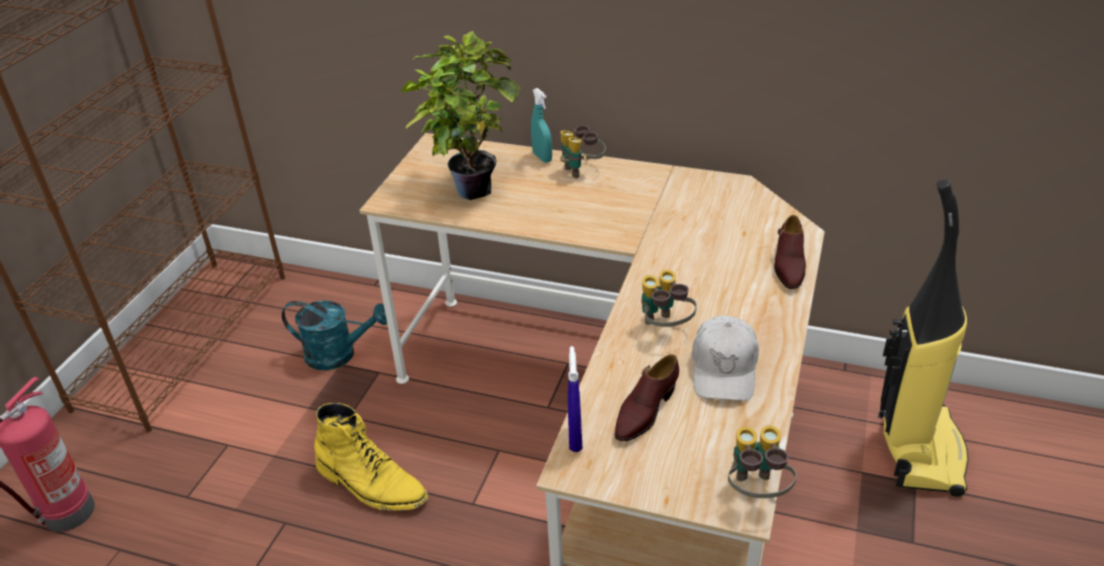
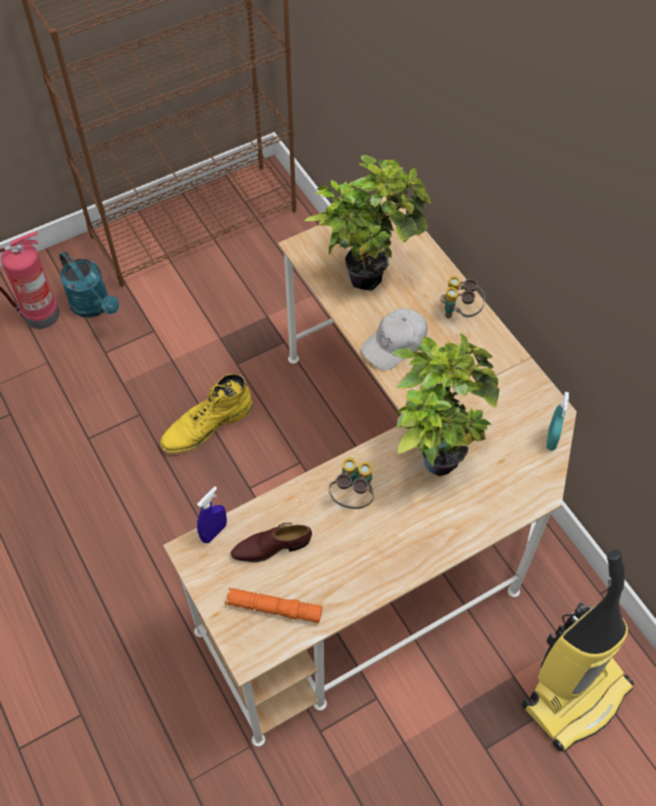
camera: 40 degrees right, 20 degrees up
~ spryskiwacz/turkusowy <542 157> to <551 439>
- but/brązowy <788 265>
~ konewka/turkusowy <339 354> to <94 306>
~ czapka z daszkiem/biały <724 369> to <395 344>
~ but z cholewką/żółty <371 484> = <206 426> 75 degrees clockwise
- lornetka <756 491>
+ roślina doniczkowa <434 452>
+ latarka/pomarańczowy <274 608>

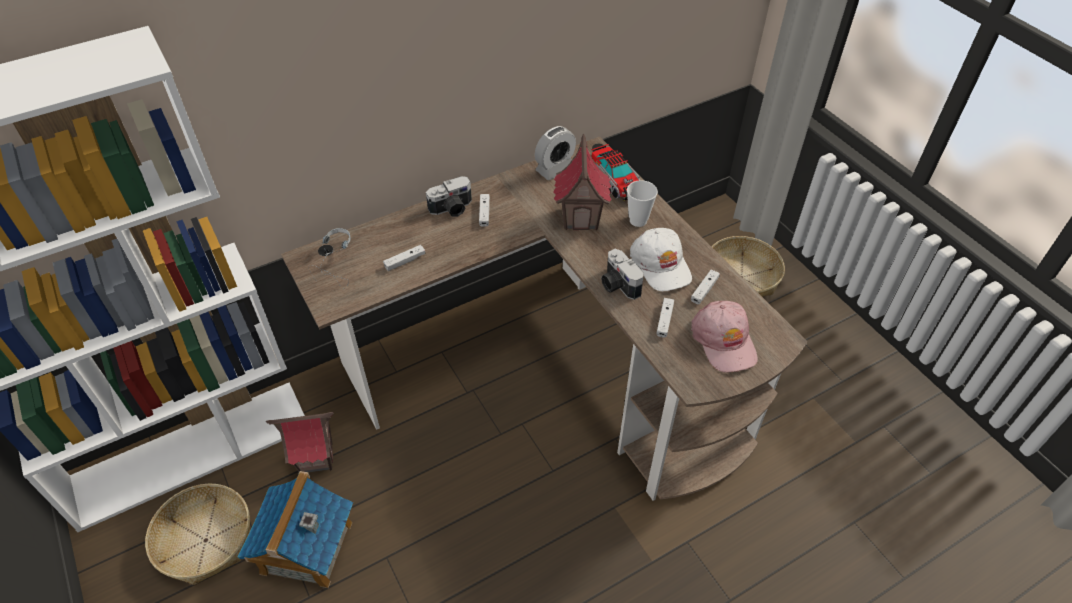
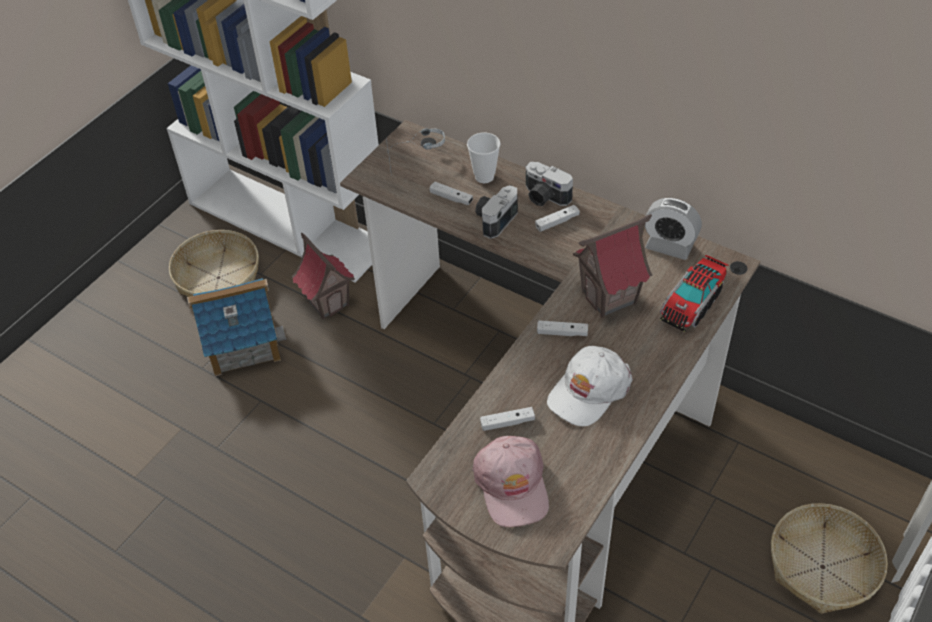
camera: 65 degrees right, 0 degrees up
~ filiżanka <638 220> to <484 177>
~ aparat fotograficzny <617 285> to <494 219>
~ pad do gier/biały <704 290> to <562 333>
~ czapka z daszkiem/różowy <724 341> = <512 485> 60 degrees counterclockwise

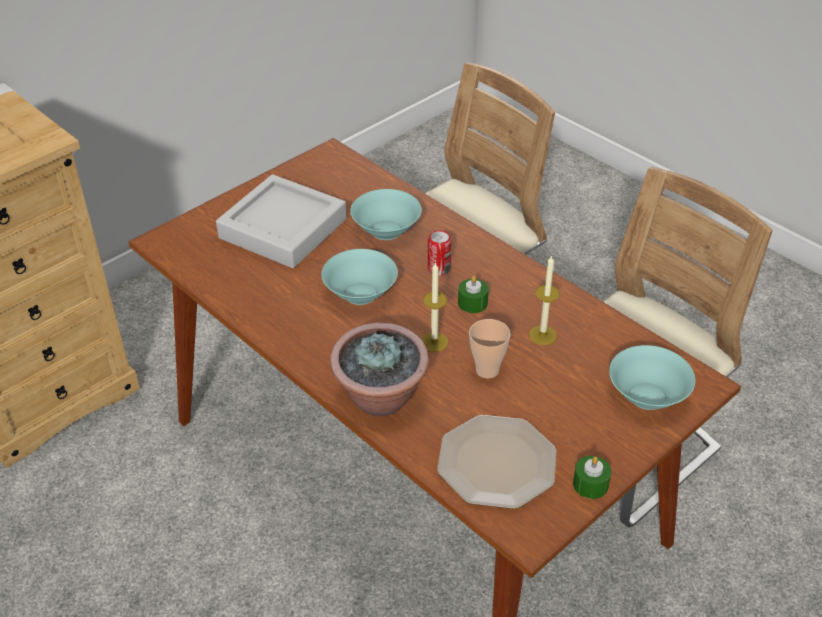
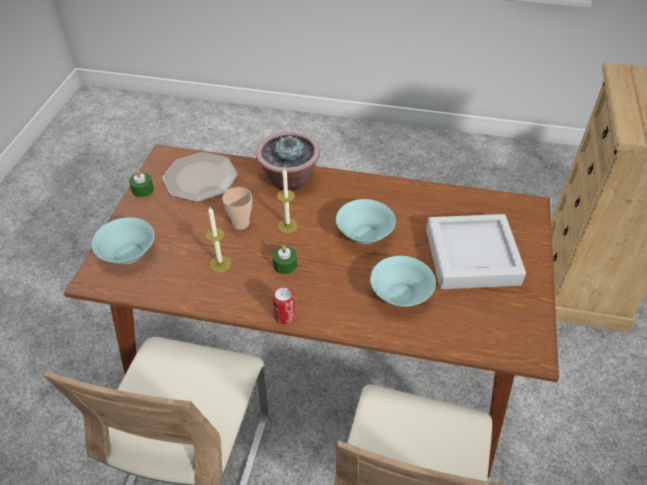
camera: 145 degrees right, 5 degrees up
~ puszka <439 269> to <284 316>

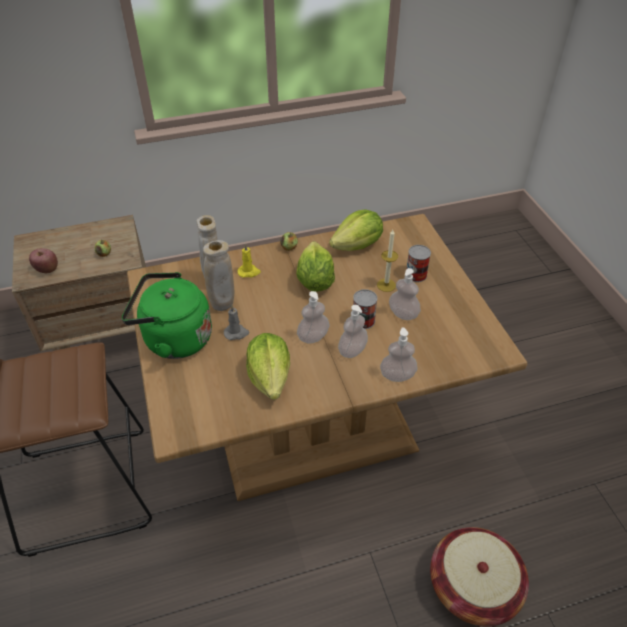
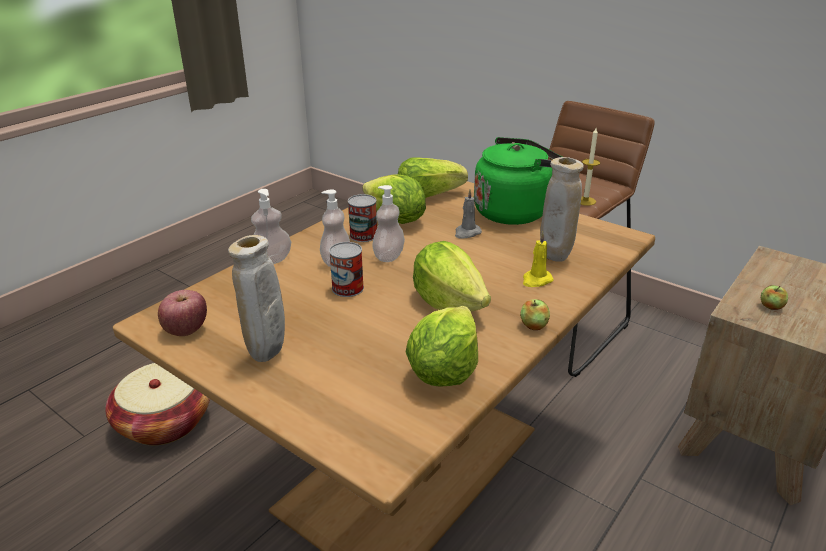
camera: 145 degrees right, 15 degrees down
~ świeca <386 285> to <585 201>
~ wazon/beżowy <223 306> to <267 355>
~ puszka <416 274> to <363 235>
~ jabłko <47 269> to <186 330>
- dozownik mydła <403 314>
+ sałata <428 196>

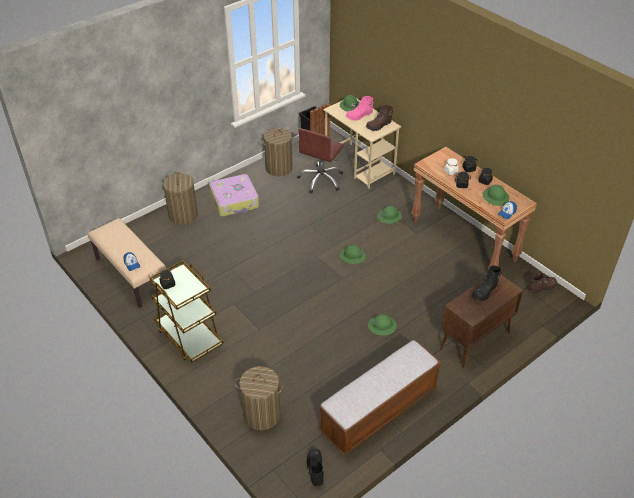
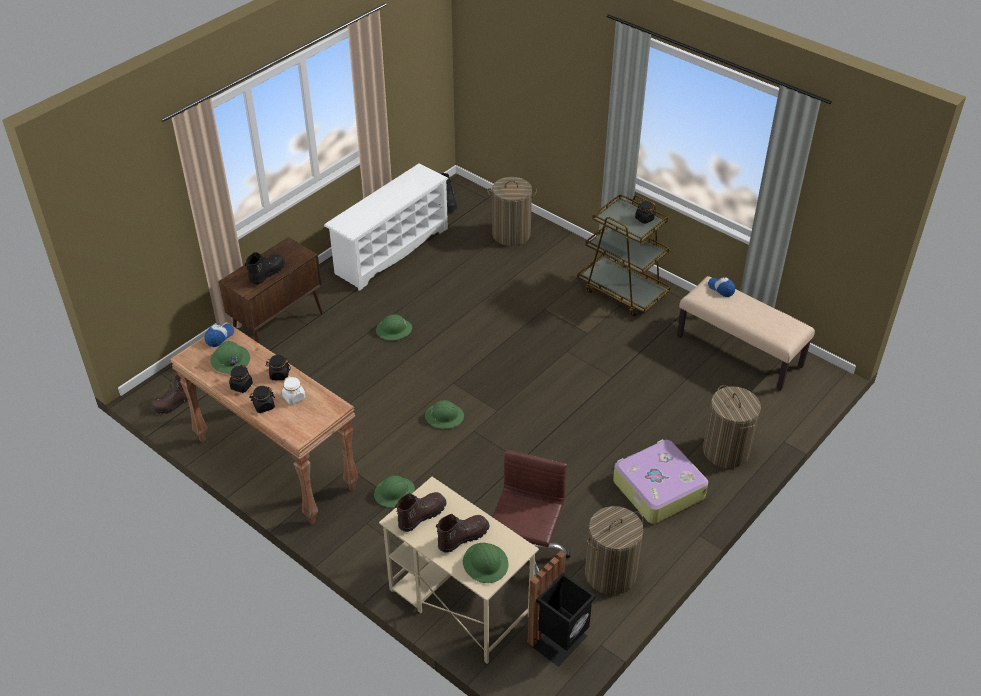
camera: 170 degrees right, 0 degrees up
~ but z cholewką/różowy <359 116> to but z cholewką/brązowy <462 537>
~ ławka <379 410> to regał na buty/biały <391 250>

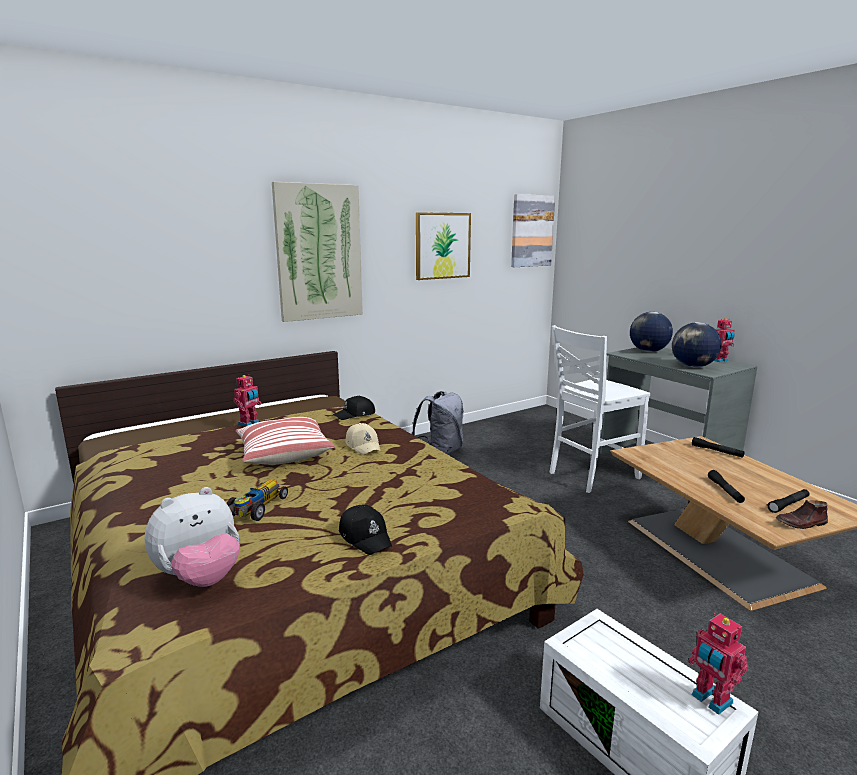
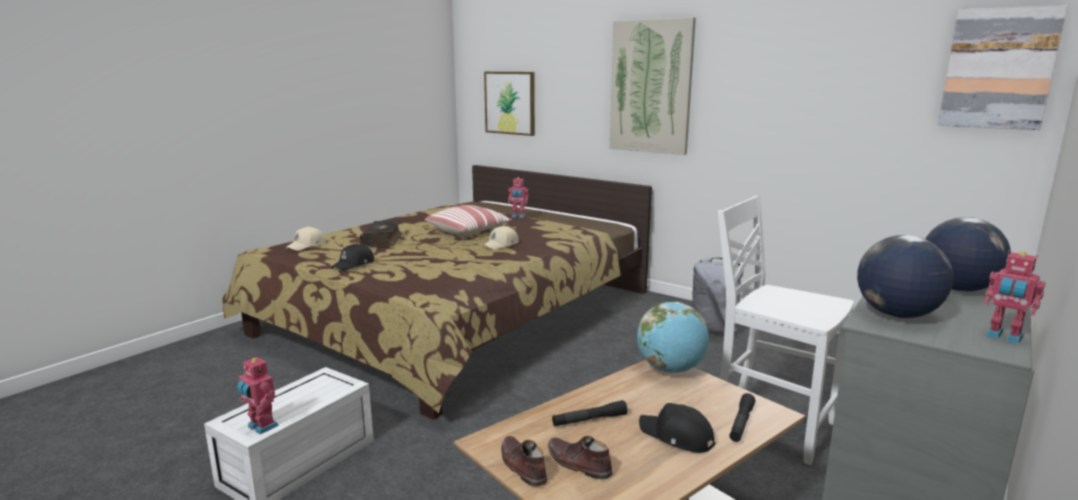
camera: 70 degrees right, 0 degrees up
~ obraz <442 246> to <510 103>
~ czapka z daszkiem/czarny <355 415> to <676 436>
~ samochodzik <257 508> to książka <383 240>
~ pluszak <200 578> to czapka z daszkiem/beżowy <306 245>
~ latarka/czarny <788 504> to but/brązowy <578 464>
~ robot zabawkowy <710 700> = <261 427> 90 degrees counterclockwise
+ globus <670 369>

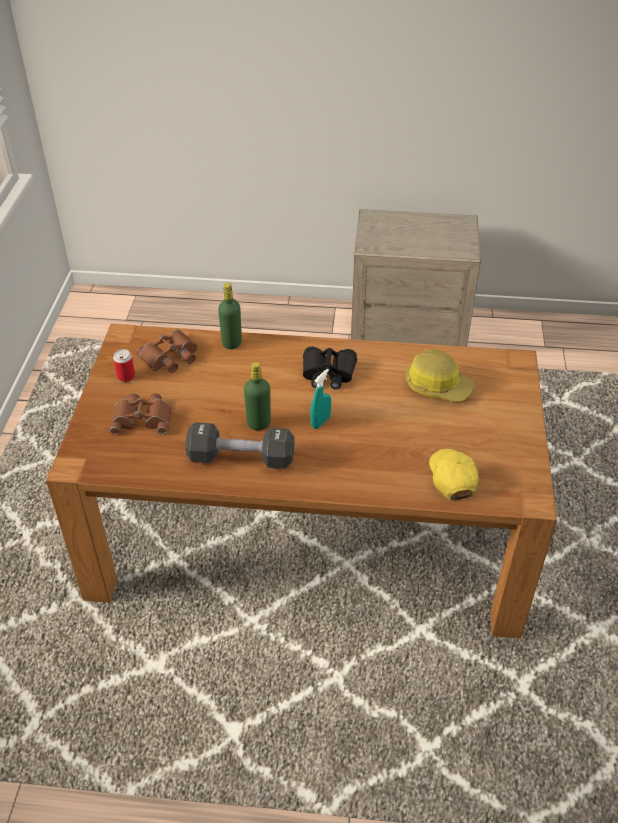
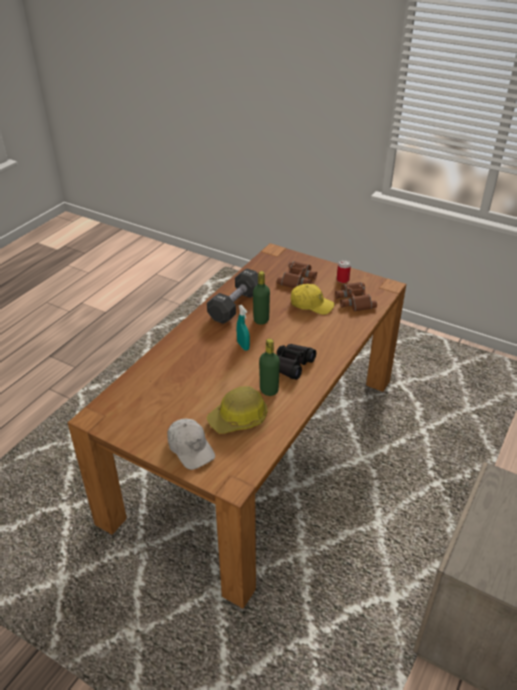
camera: 115 degrees right, 5 degrees down
~ butelka/zielony <232 343> to <269 390>
~ czapka z daszkiem/żółty <452 477> to <311 304>
+ czapka z daszkiem/biały <190 448>

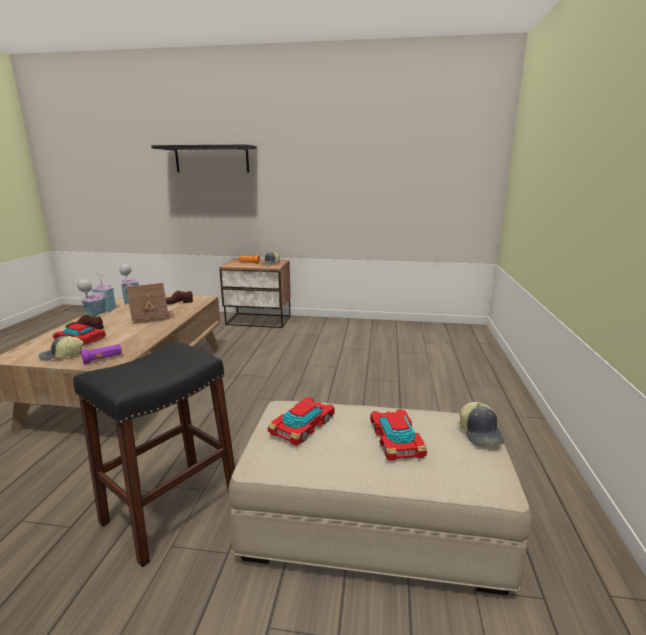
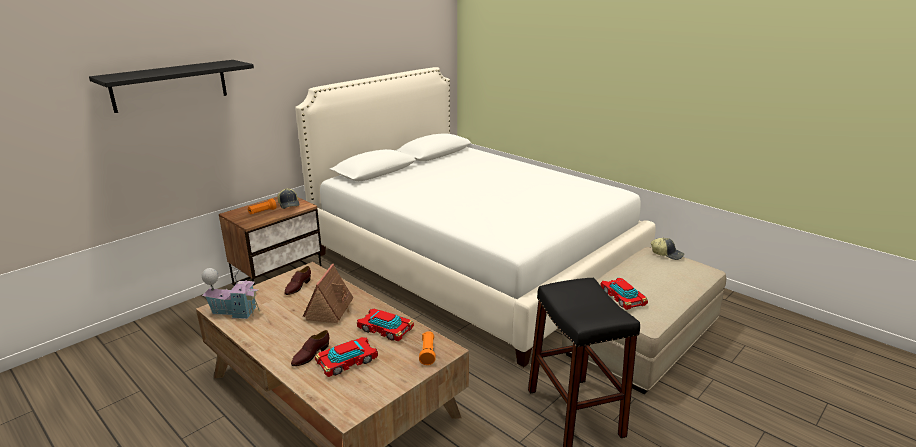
camera: 55 degrees left, 5 degrees up
- domek <100 312>
- czapka z daszkiem <62 356>
~ latarka/fioletowy <103 359> to latarka/pomarańczowy <428 353>
~ samochodzik <396 439> to <385 329>
+ łóżko/biały <473 263>

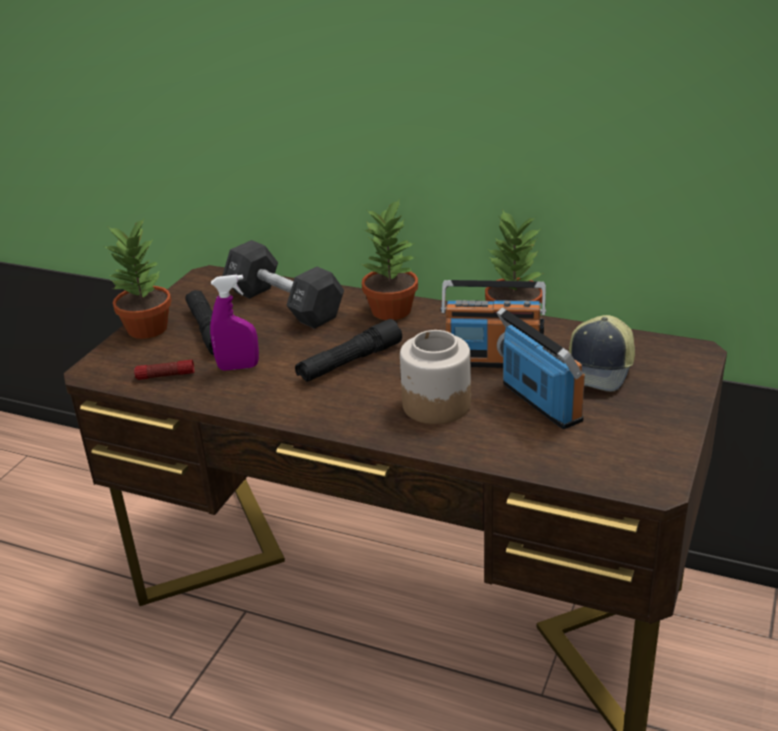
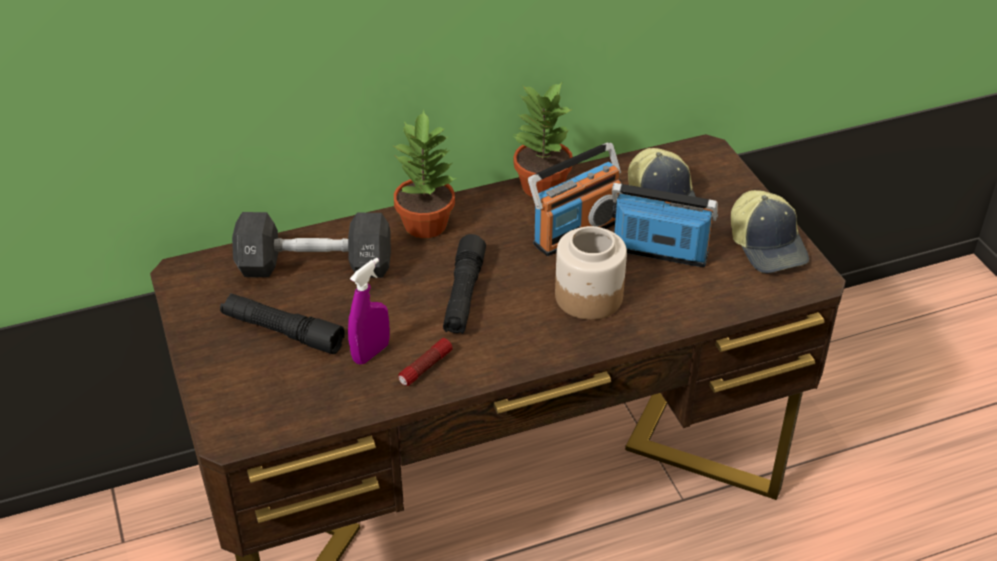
camera: 45 degrees left, 10 degrees up
- roślina doniczkowa <148 329>
~ latarka <165 376> to <425 368>
+ czapka z daszkiem <768 245>

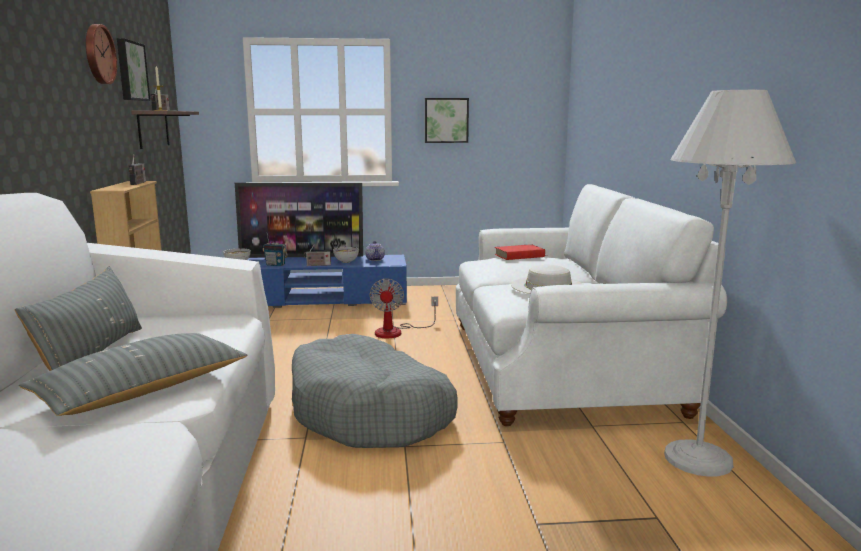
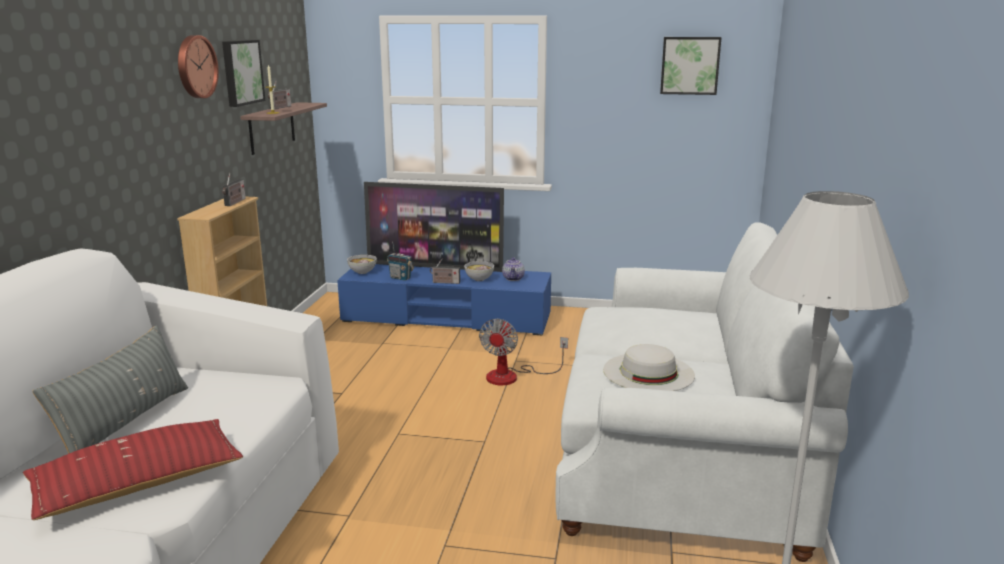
camera: 15 degrees right, 5 degrees up
~ obraz <446 120> to <690 65>
- książka/czerwony <519 256>
~ poduszka/szary <142 390> to poduszka/czerwony <138 483>
- legowisko/szary <370 412>

